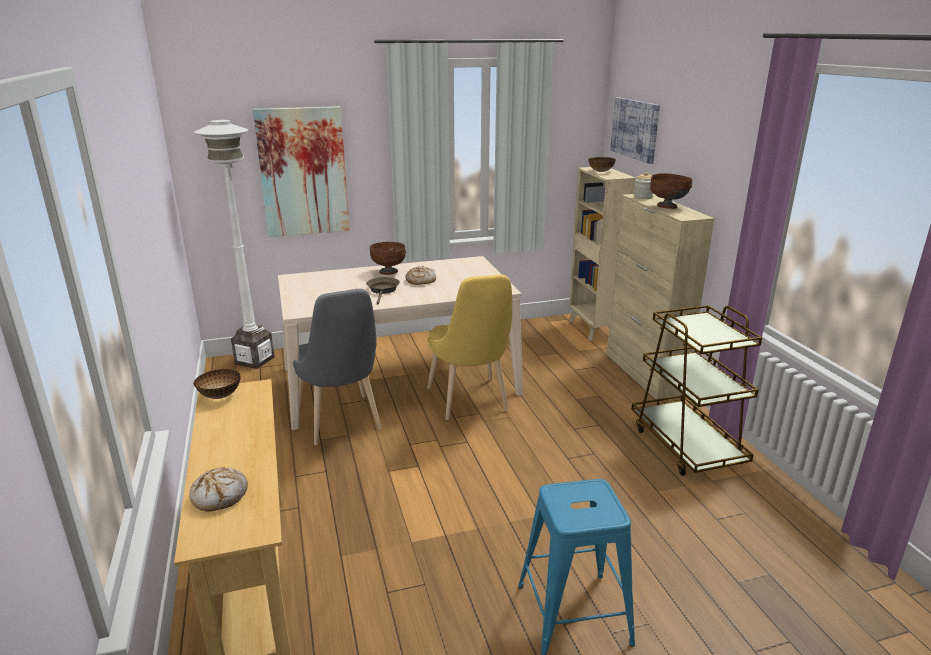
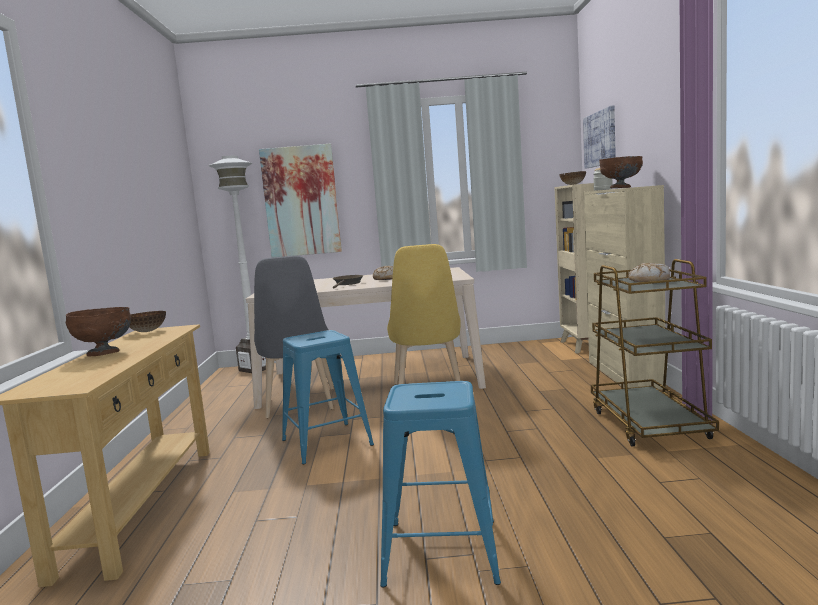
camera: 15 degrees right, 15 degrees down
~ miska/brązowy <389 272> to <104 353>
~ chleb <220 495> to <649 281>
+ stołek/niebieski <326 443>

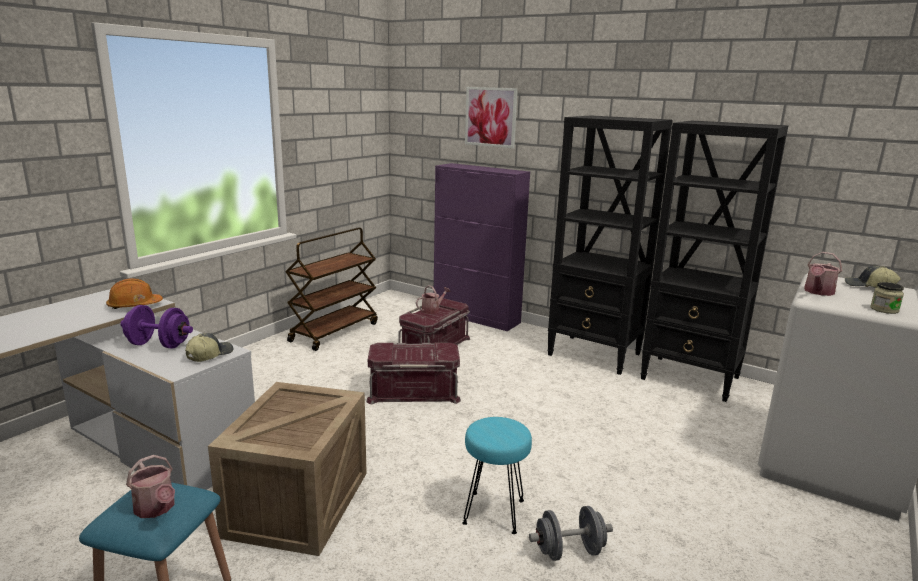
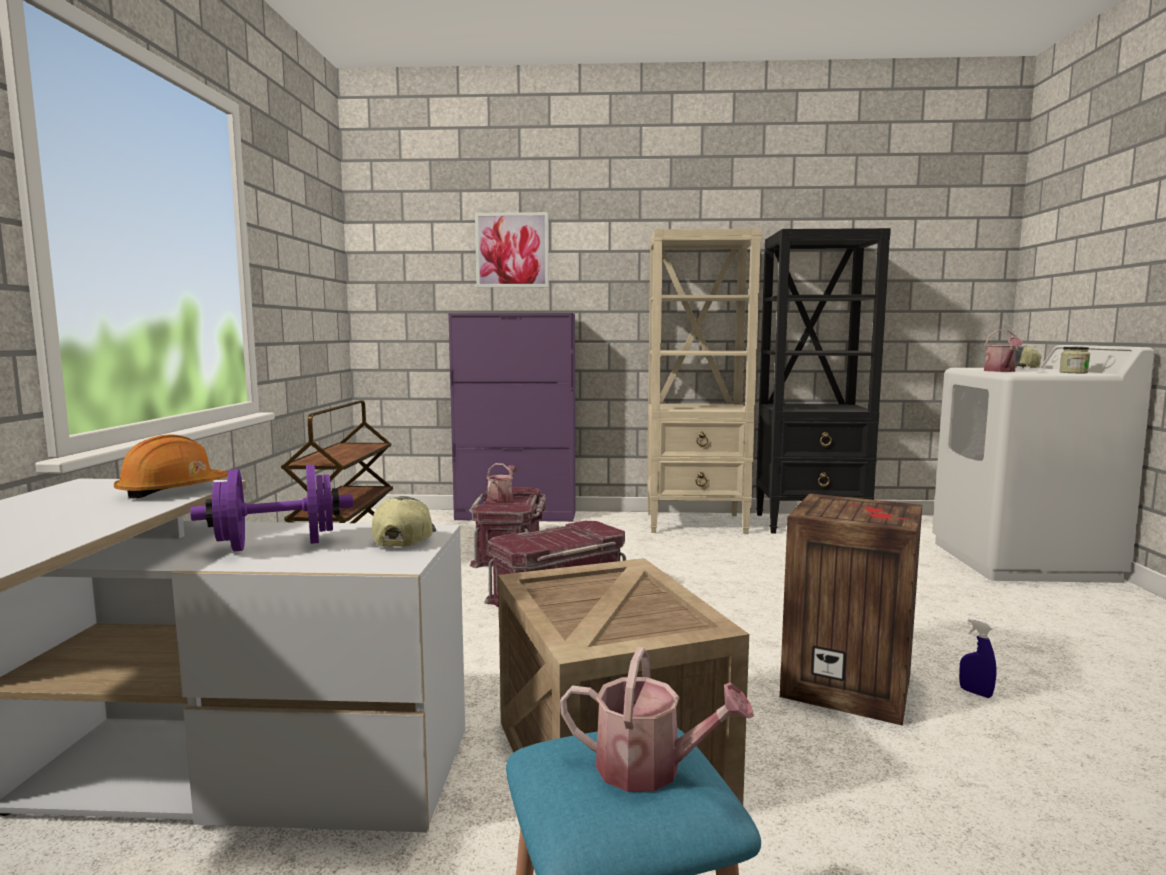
camera: 30 degrees left, 10 degrees down
~ regał/czarny <595 355> to regał/beżowy <697 523>
~ stołek/turkusowy <494 512> to skrzynka <849 684>
~ hantel/szary <569 551> to spryskiwacz/niebieski <975 693>

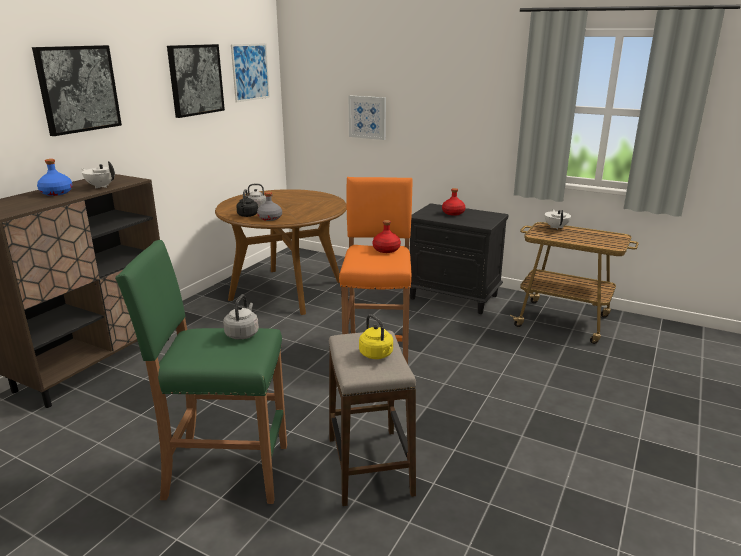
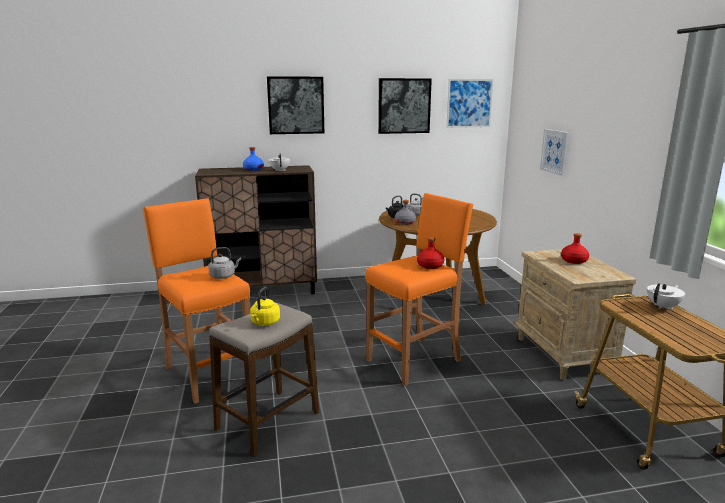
camera: 50 degrees right, 5 degrees down
~ szafka nocna/czarny <454 297> to szafka nocna/beżowy <564 355>
~ stołek/zielony <225 471> to stołek/pomarańczowy <209 374>

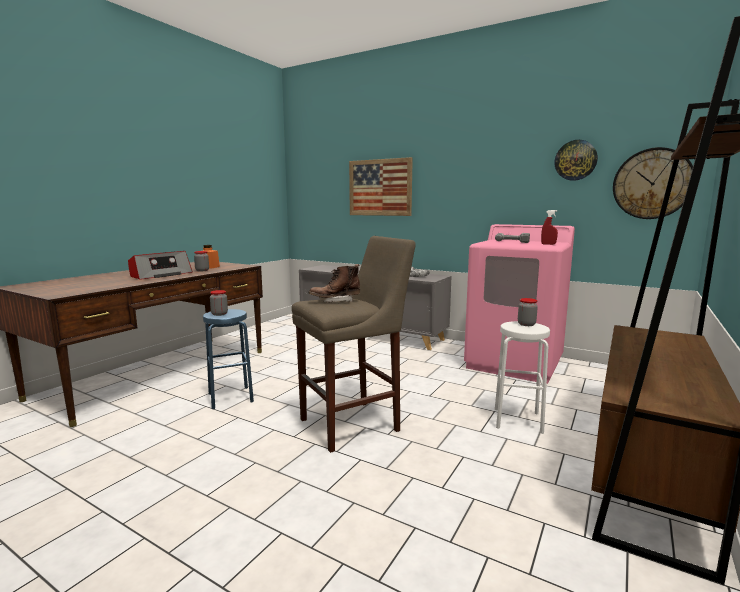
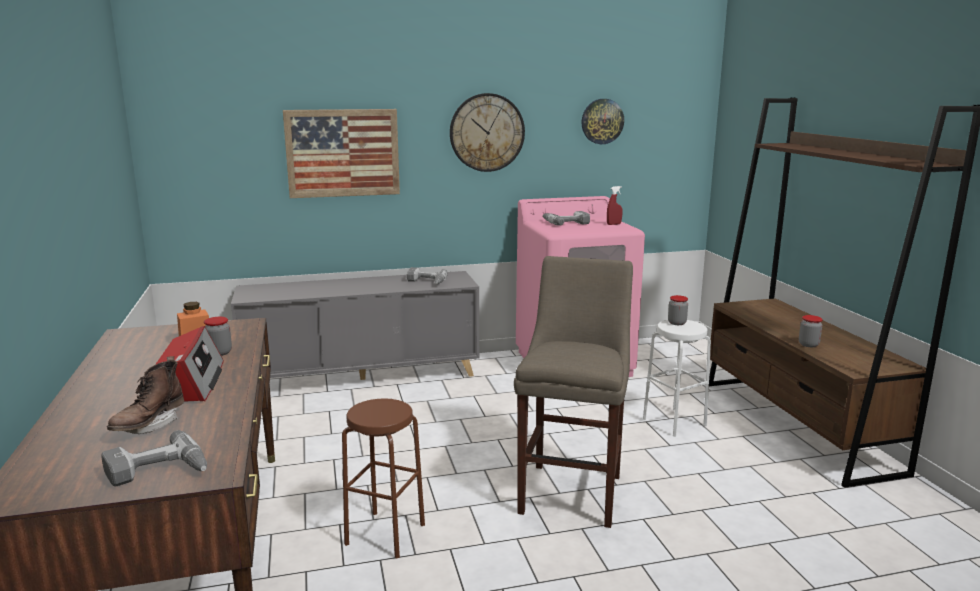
camera: 45 degrees left, 5 degrees up
~ zegar ścienny <652 184> to <487 132>
~ but z cholewką/brązowy <335 301> to <149 425>
~ słoik <219 314> to <808 344>
~ stołek/niebieski <230 397> to stołek/brązowy <385 534>
+ wiertarka <158 472>

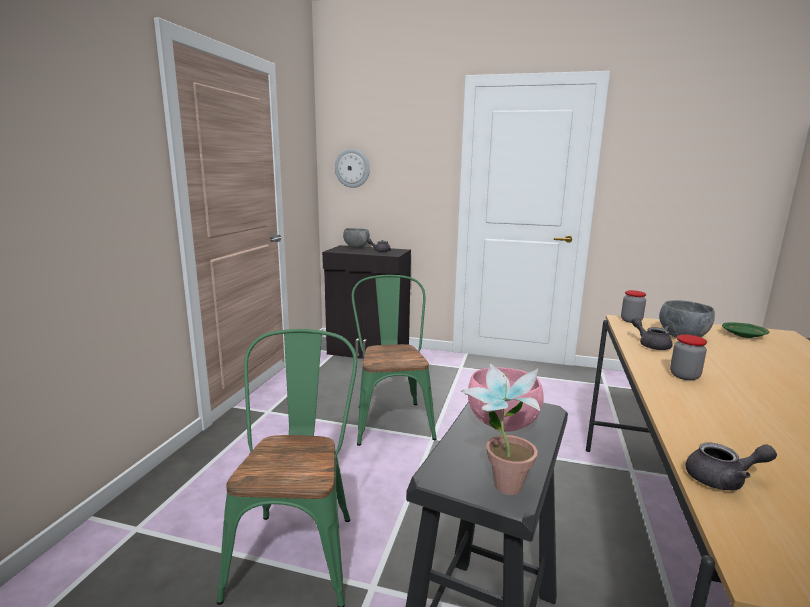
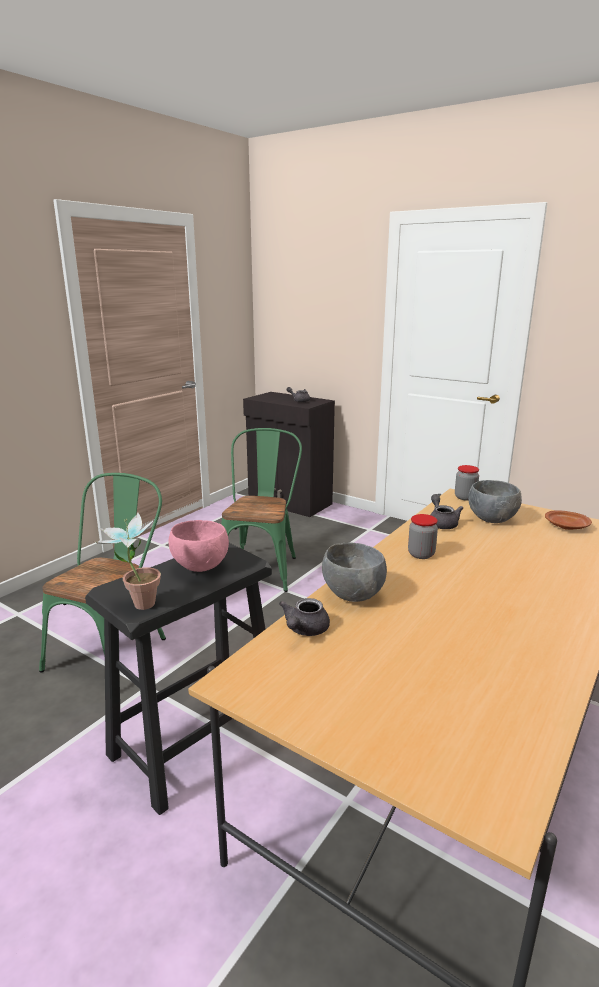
camera: 20 degrees right, 5 degrees up
- zegar ścienny <352 168>
~ miska/szary <356 247> to <352 595>
~ talerz/zielony <744 335> to talerz/brązowy <567 526>
~ imbryk/szary <723 480> = <304 630> 90 degrees clockwise

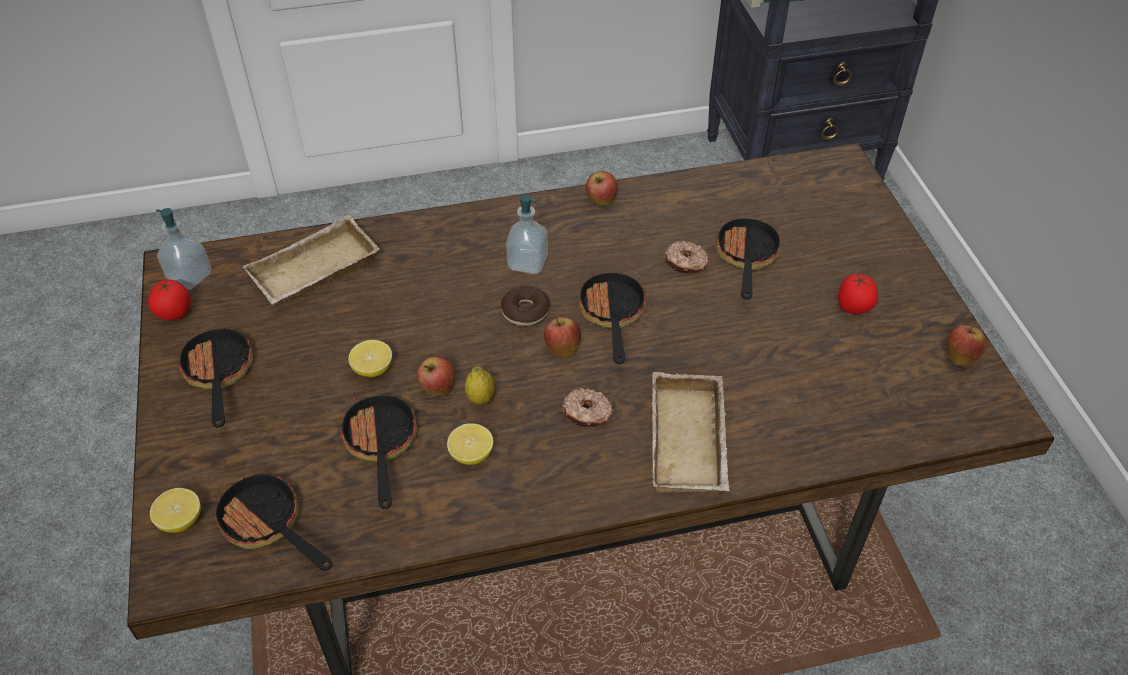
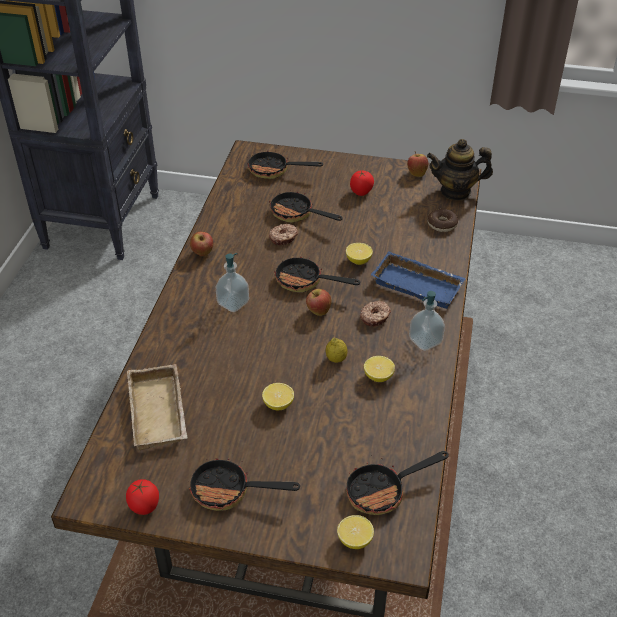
camera: 65 degrees left, 5 degrees down
~ dozownik mydła <190 276> to <425 341>
~ donut <525 311> to <442 224>
- jabłko <438 389>
~ taca/beżowy <691 442> to taca/niebieski <419 284>
~ patelnia <381 445> to <274 171>
+ imbryk <456 191>
+ cytryna <358 260>

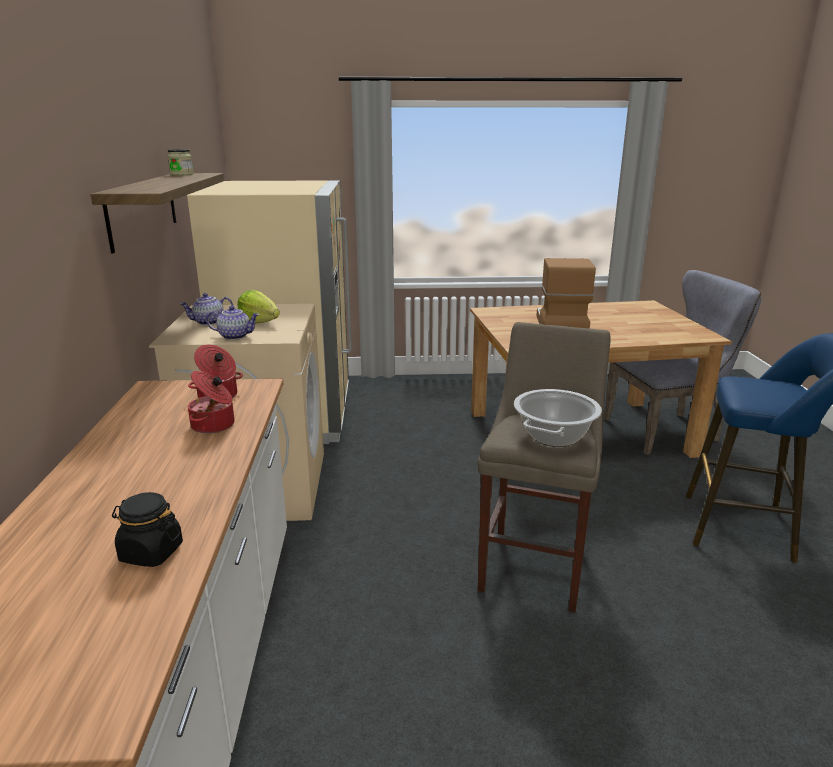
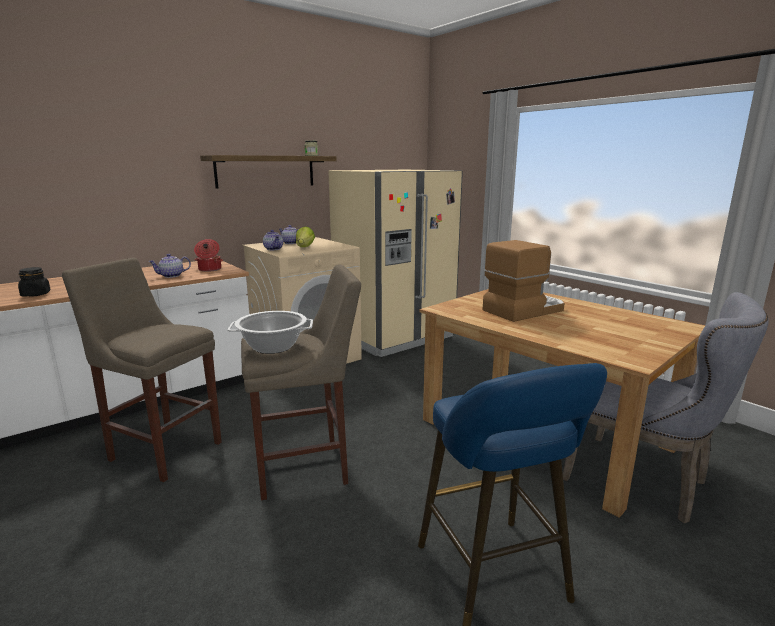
camera: 55 degrees right, 5 degrees down
~ garnek <214 425> to imbryk <171 276>
+ stołek/beżowy <163 449>

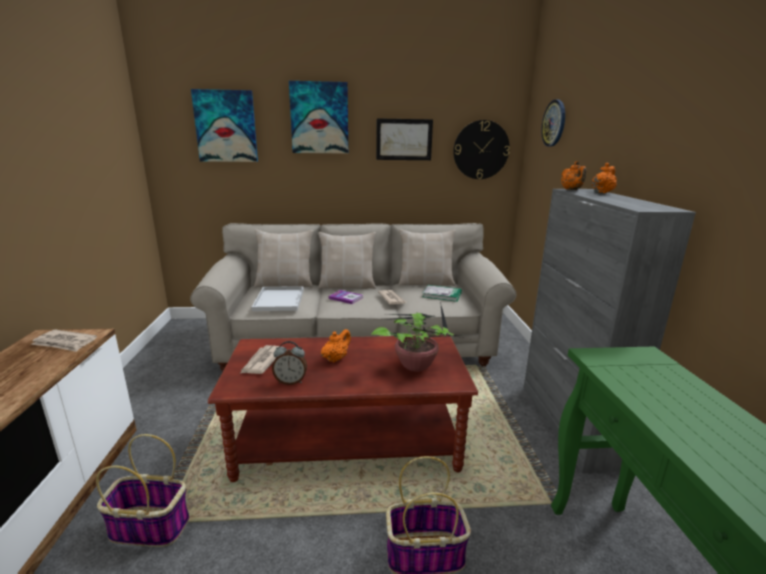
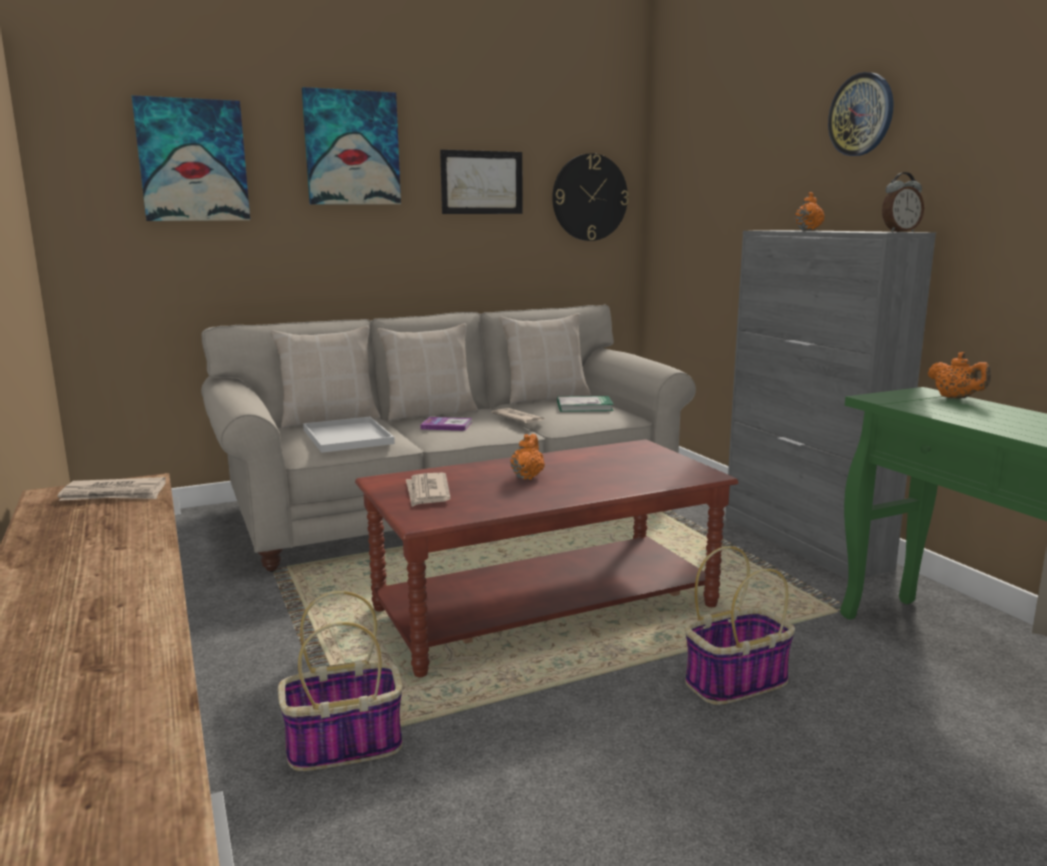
camera: 20 degrees left, 5 degrees down
~ zegar ścienny <554 123> to <861 115>
~ imbryk/pomarańczowy <572 190> to <956 398>
- roślina doniczkowa <416 365>
~ budzik <291 381> to <899 232>

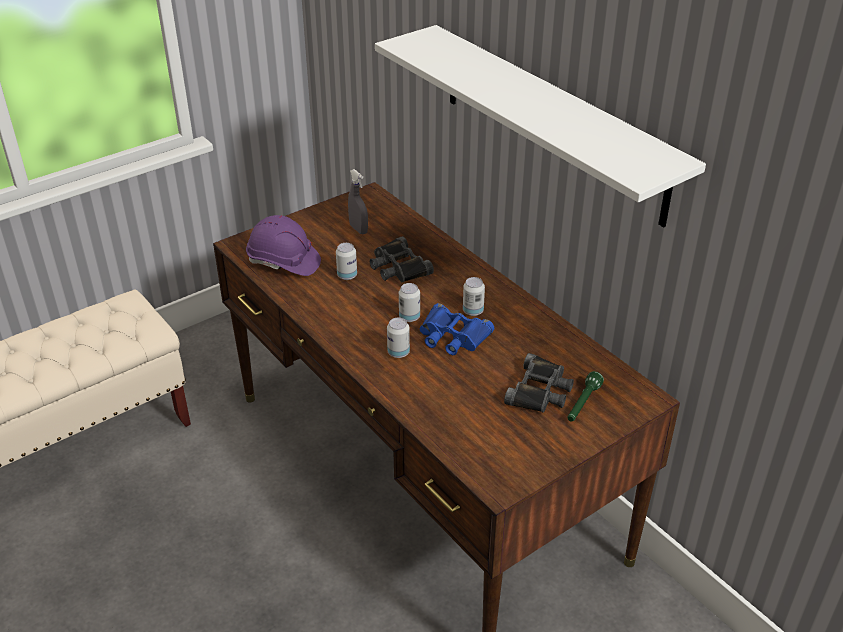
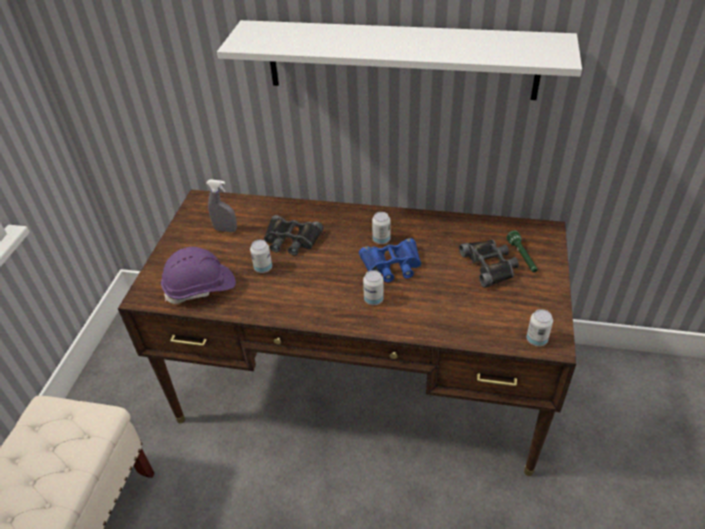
camera: 40 degrees left, 5 degrees up
~ puszka <409 317> to <536 340>

